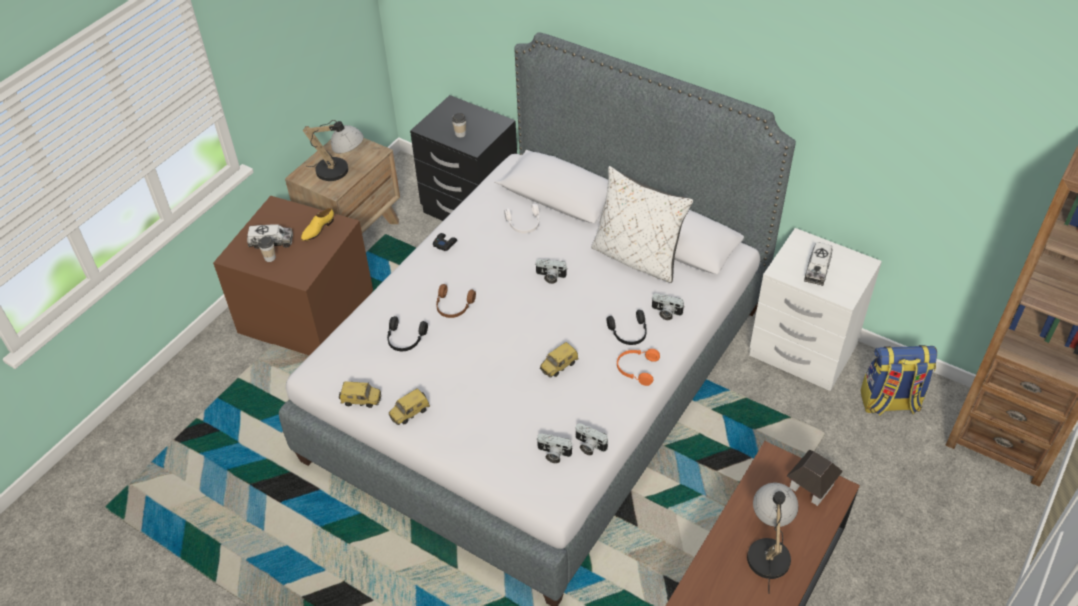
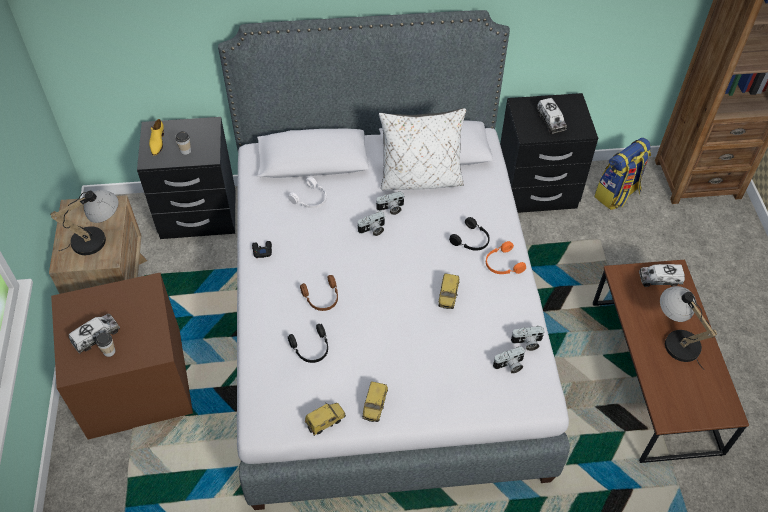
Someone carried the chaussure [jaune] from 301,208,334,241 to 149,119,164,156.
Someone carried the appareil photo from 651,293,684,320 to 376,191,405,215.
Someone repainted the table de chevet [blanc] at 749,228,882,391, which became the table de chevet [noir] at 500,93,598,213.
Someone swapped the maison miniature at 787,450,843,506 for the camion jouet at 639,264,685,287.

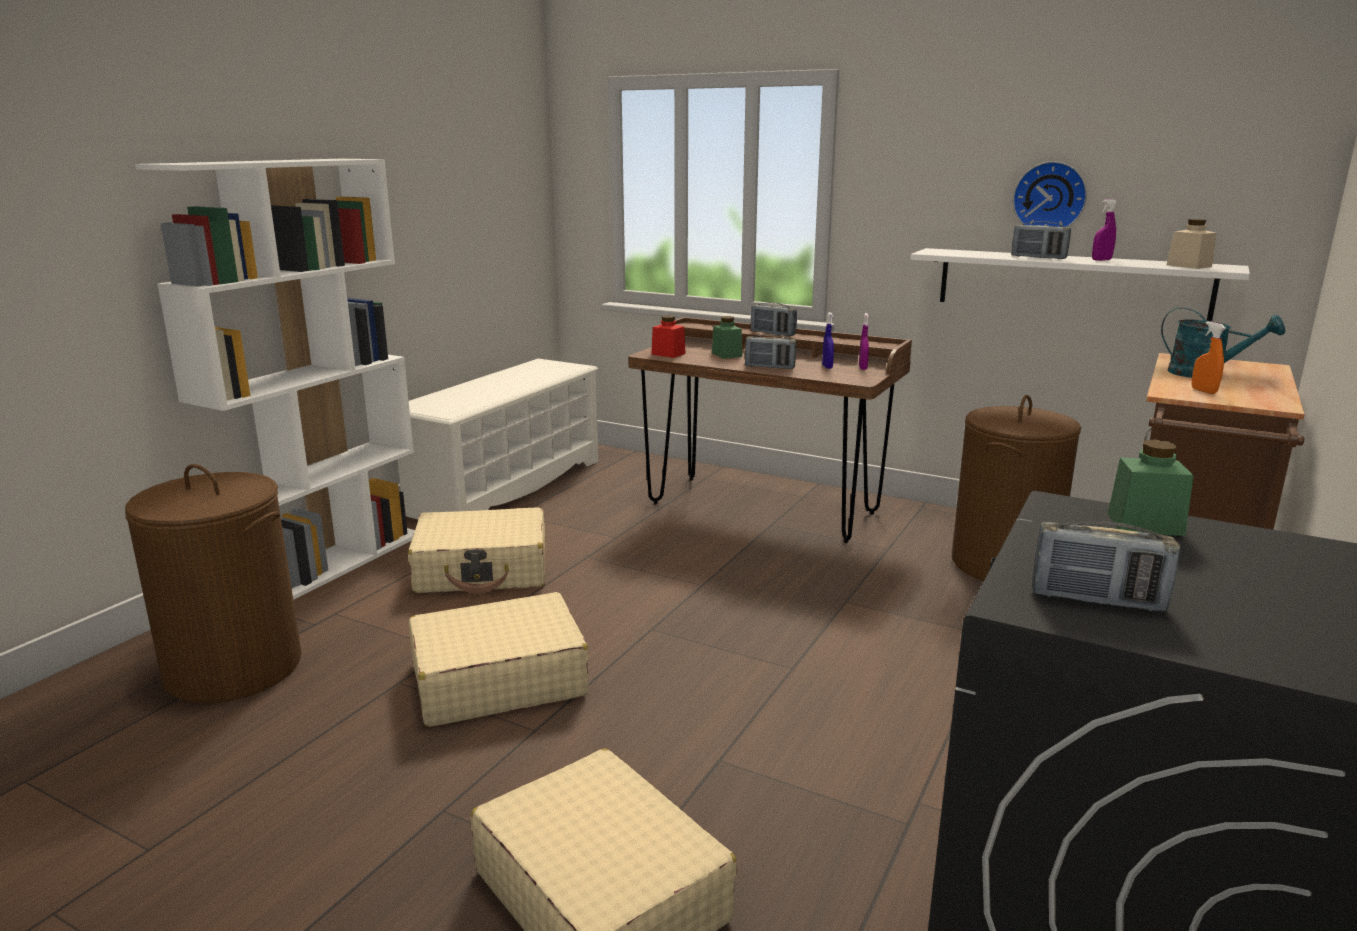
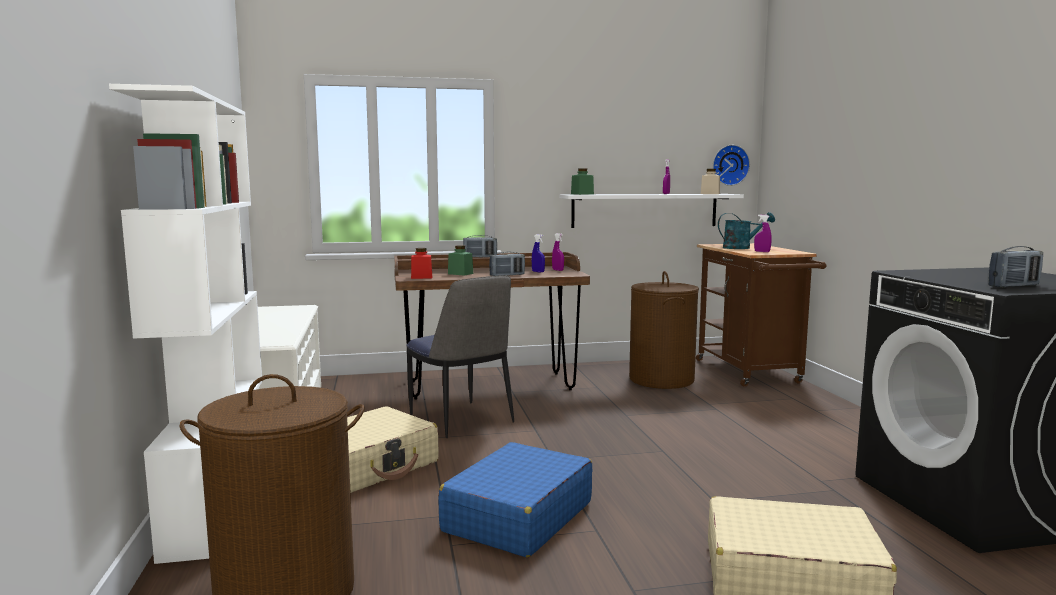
Someone repainted the valise [beige] at 409,592,589,727, which became the valise [bleu] at 438,442,592,557.
Someone took away the radio at 1011,221,1071,259.
Someone carried the horloge murale from 1012,161,1087,227 to 713,145,750,186.
Someone carried the bocal [vert] from 1108,440,1194,536 to 571,168,594,195.
Someone repainted the vaporisateur [orange] at 1192,321,1226,394, which became the vaporisateur [violet] at 754,215,772,252.
Someone put down the chaise at 406,275,514,438.

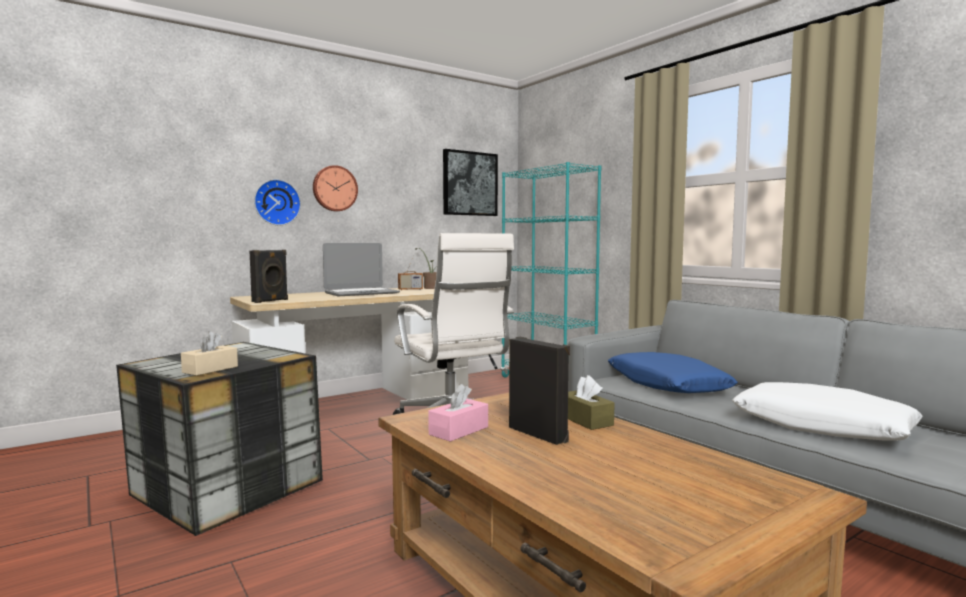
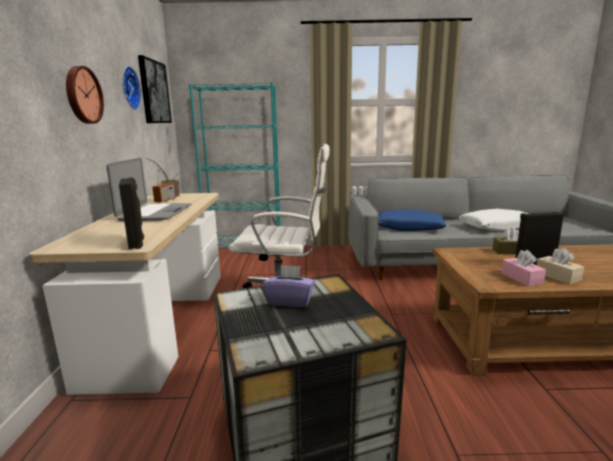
Someone carried the boîte à mouchoirs [beige] from 181,331,238,376 to 537,248,584,285.
Someone carried the horloge murale from 254,179,301,226 to 122,66,142,110.
Someone put down the boîte à mouchoirs [violet] at 263,265,315,307.

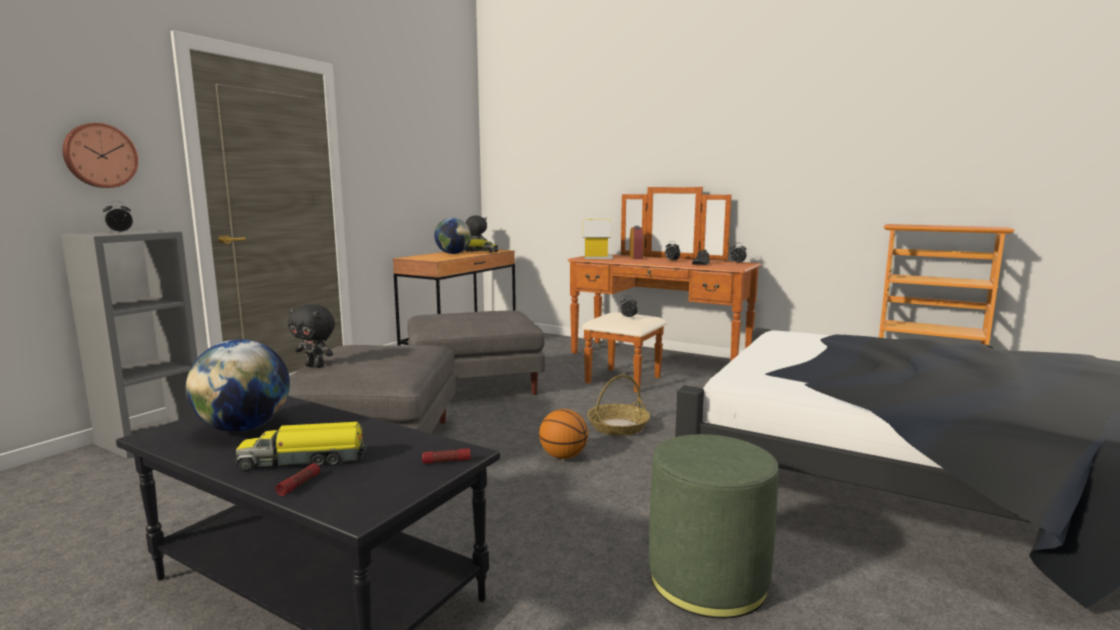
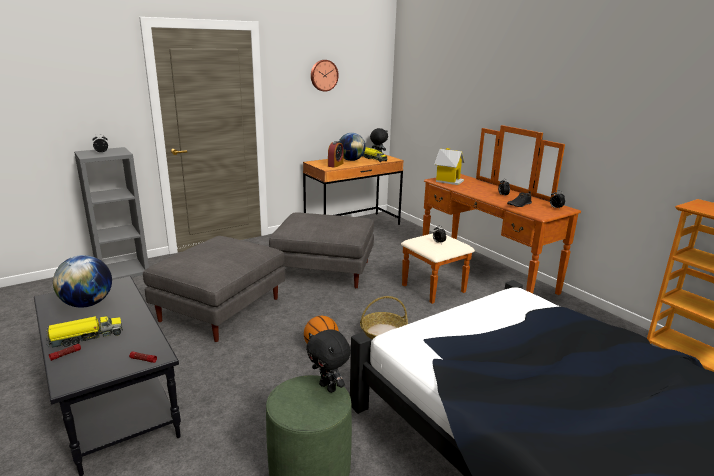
Someone carried the horloge murale from 62,123,138,188 to 311,60,339,92.
Someone rotated the camion jouet at 236,422,369,471 by 135 degrees clockwise.
Someone carried the peluche [noir] from 288,304,335,368 to 306,329,351,393.
Someone carried the réveil from 629,226,644,259 to 328,141,344,168.

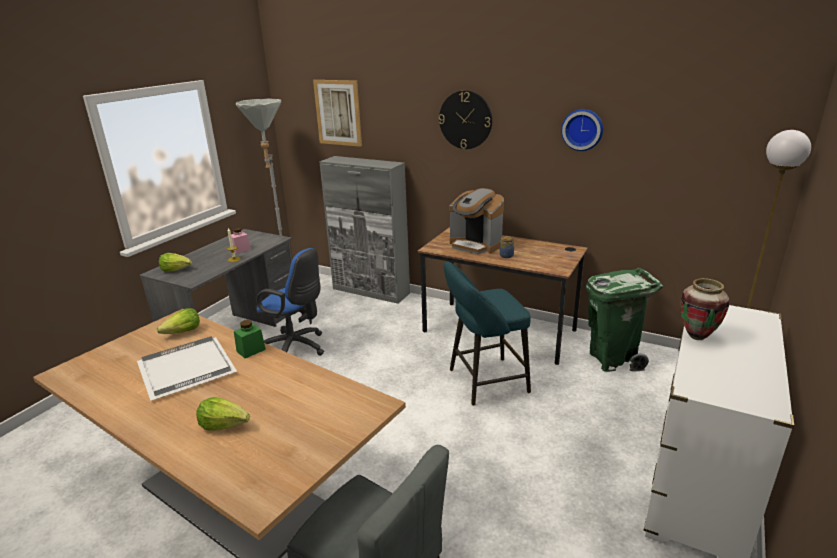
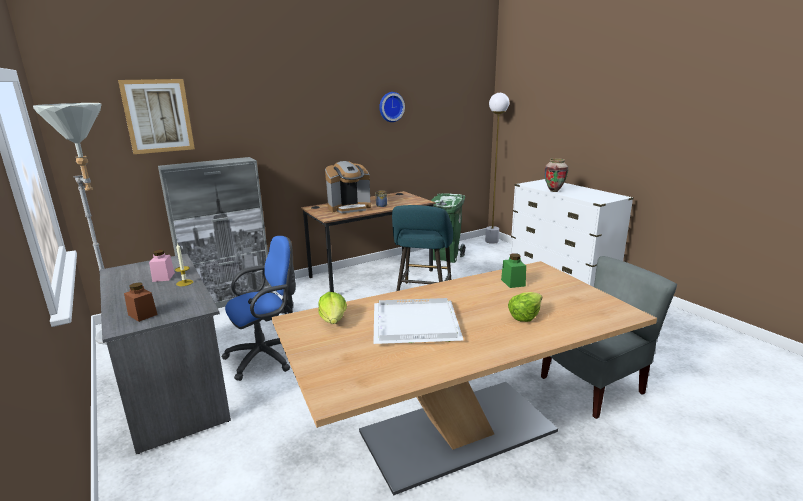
Someone swapped the laitue at 159,253,192,272 for the bocal [marron] at 124,282,158,322.
Someone carried the bocal [vert] from 234,320,266,358 to 501,253,526,288.
Someone took away the horloge murale at 439,90,492,149.

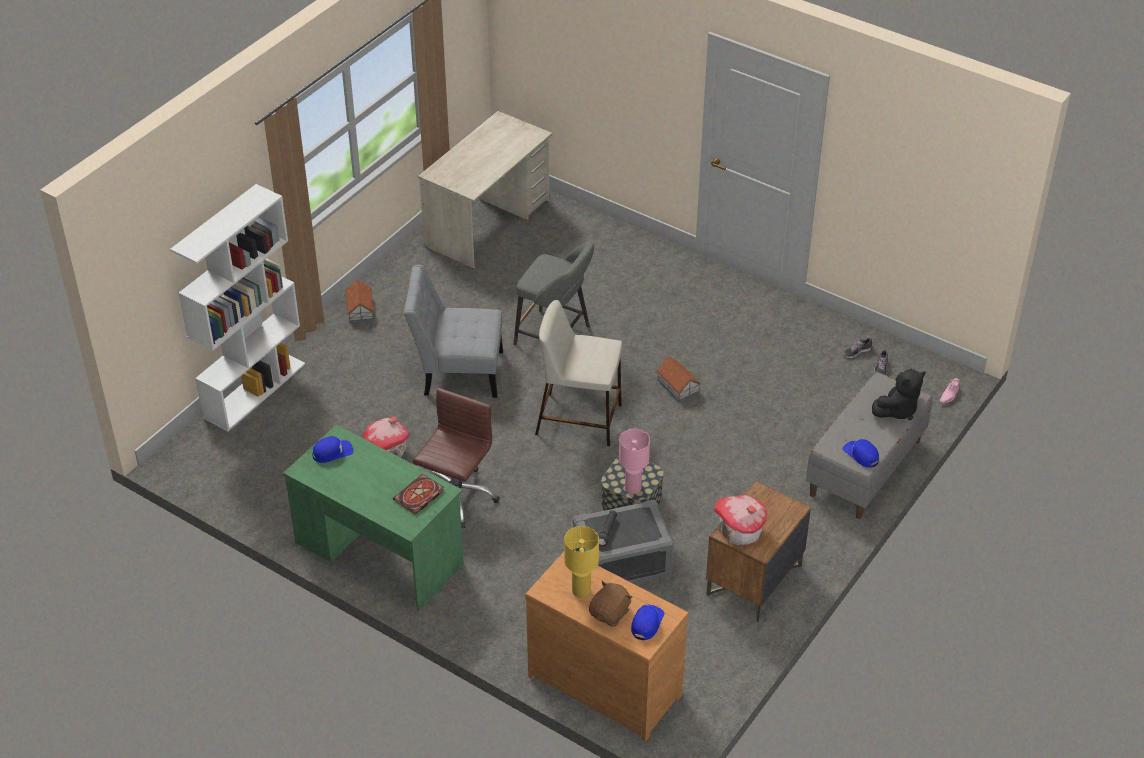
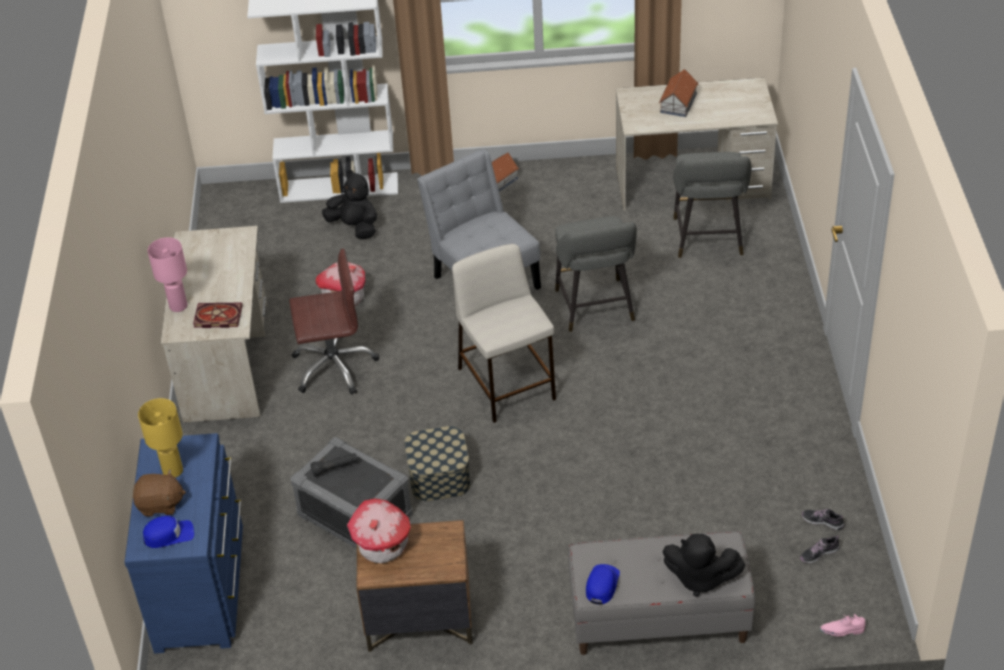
Someone repainted the bureau [vert] at 283,425,464,611, which became the bureau [beige] at 160,226,267,423.
Someone took away the casquette [bleu] at 312,436,354,463.
Someone repainted the commode [marron] at 525,552,689,742, which became the commode [bleu] at 124,433,243,654.
Someone carried the lampe de table [rose] from 619,429,650,494 to 148,237,187,312.
Someone carried the maison miniature from 656,357,701,402 to 659,69,698,117.
Someone put down the peluche [noir] at 322,170,377,239.
Someone put down the tabouret [gris] at 673,152,752,258.

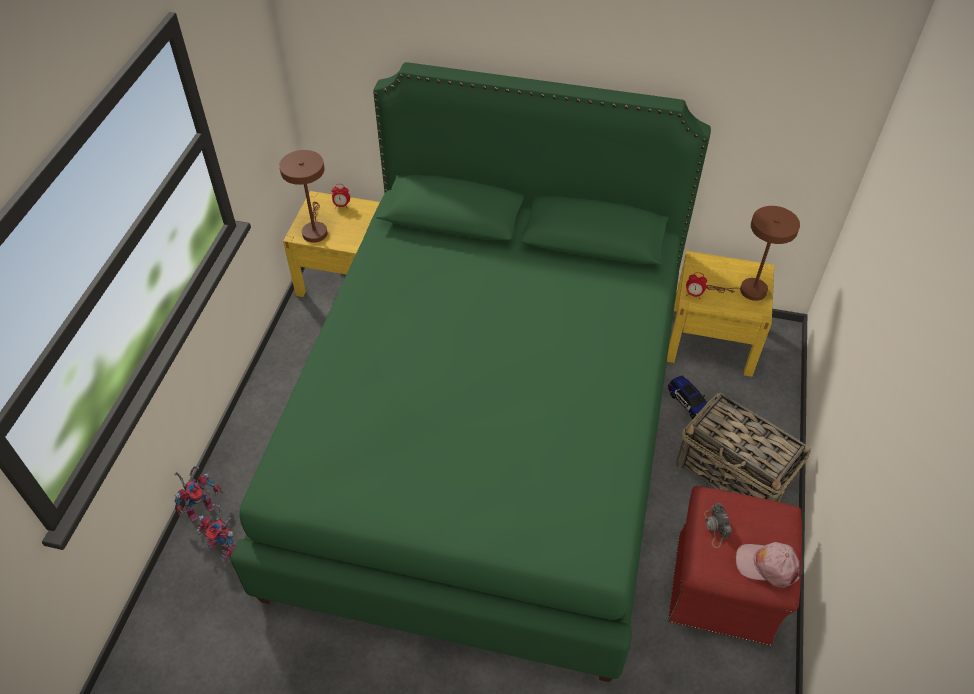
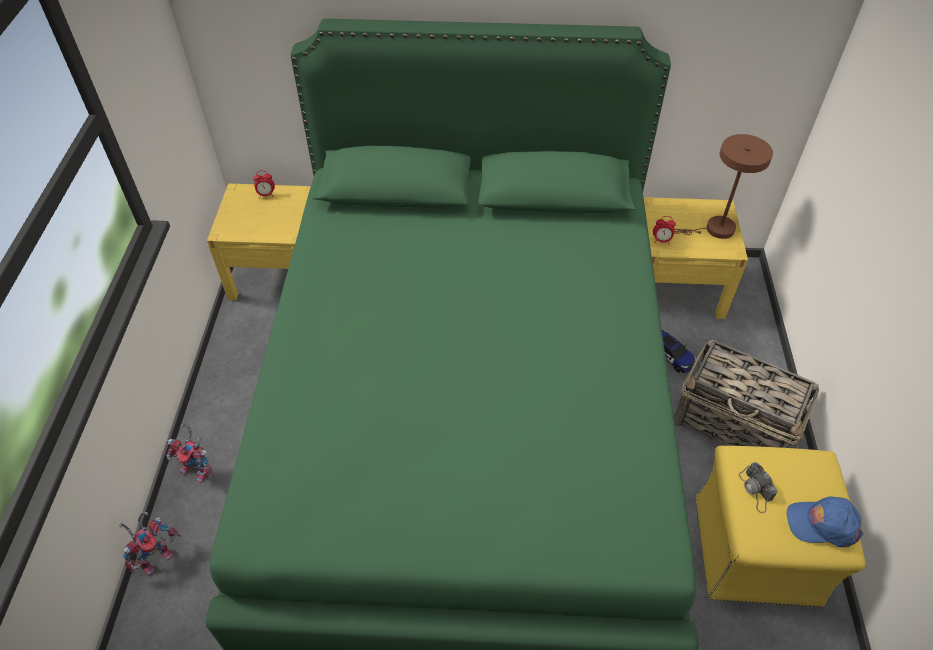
Someone carried the robot jouet from 197,504,236,559 to 166,424,213,483.
Someone took away the lampe de table [marron] at 279,150,328,243.
Someone repainted the pouf [rouge] at 668,486,802,646, which became the pouf [jaune] at 695,446,866,607.
Someone repainted the casquette [rose] at 736,542,800,588, which became the casquette [bleu] at 787,496,863,548.

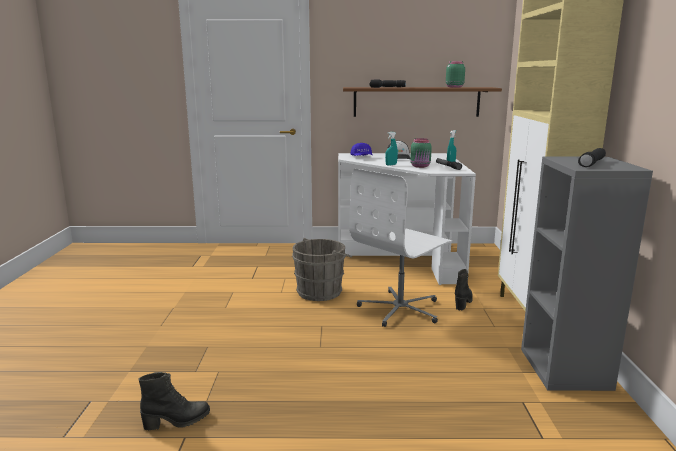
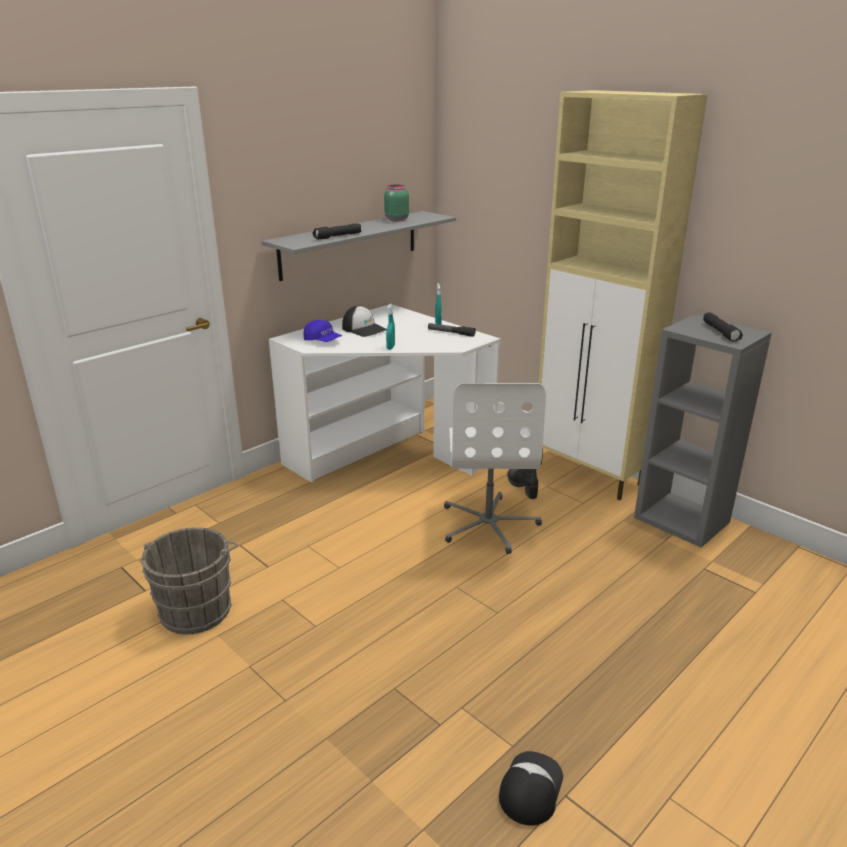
Someone swapped the botte [noir] at 138,372,210,430 for the casquette at 499,751,563,826.
Someone carried the seau [gris] from 292,238,352,301 to 142,527,238,635.
Someone repainted the étagère [marron] at 343,87,502,117, which became the étagère [gris] at 262,211,456,281.
Someone took away the bocal [vert] at 410,138,432,168.

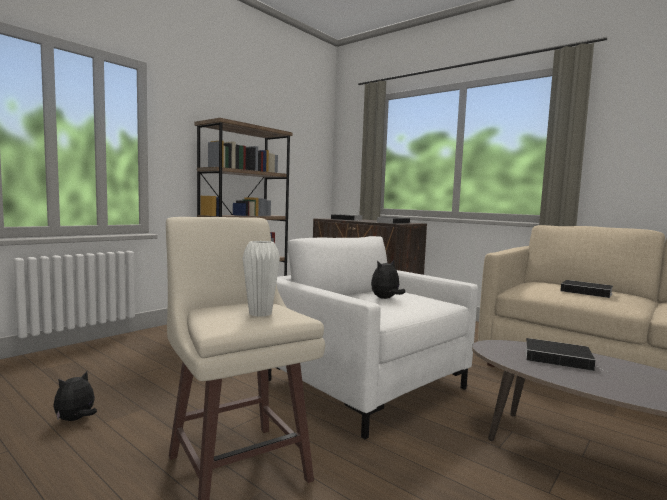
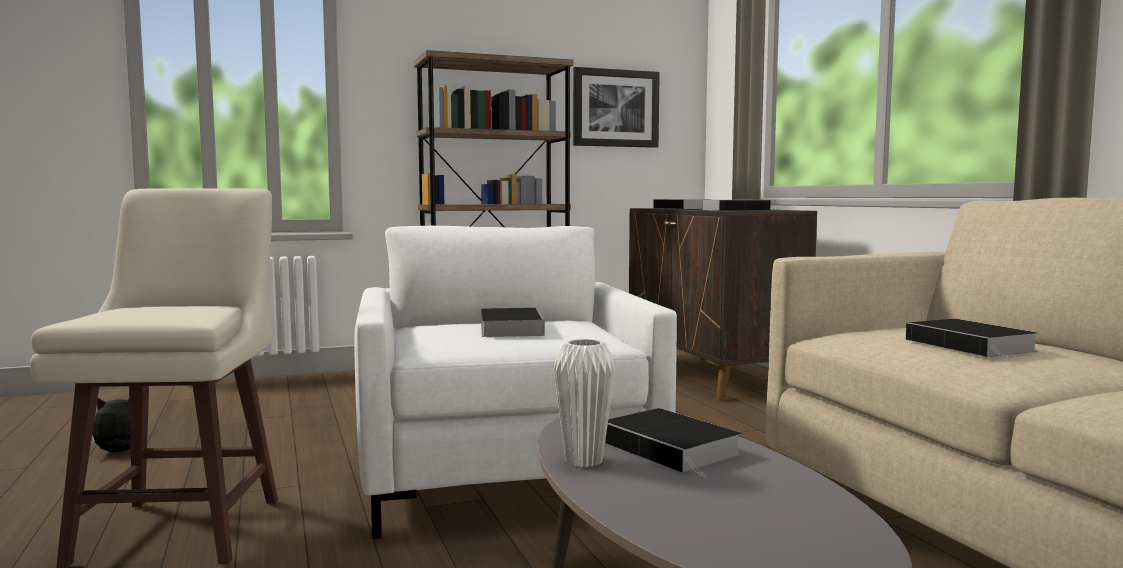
Someone carried the vase [blanc] from 243,241,280,317 to 554,339,615,467.
Someone swapped the peluche at 371,260,405,299 for the livre at 481,308,544,337.
Someone put up the tableau at 573,67,660,148.

